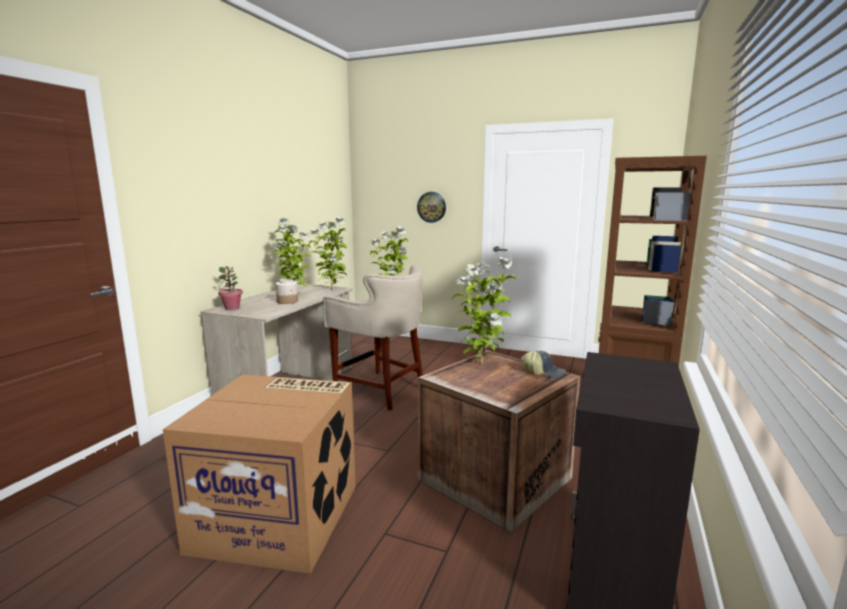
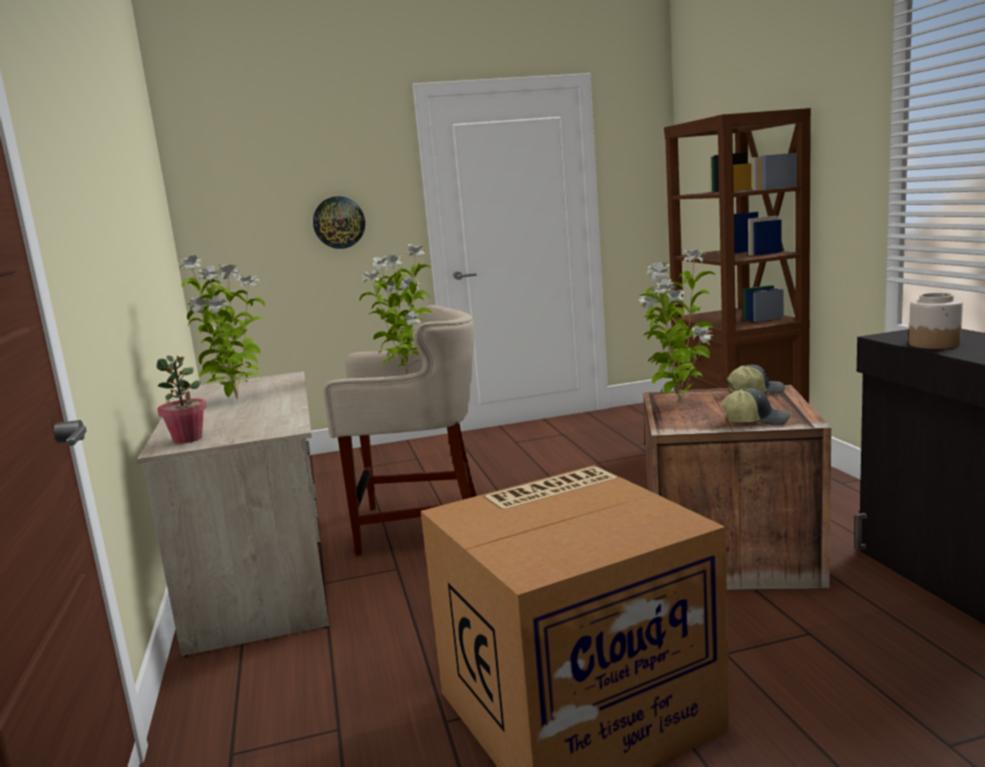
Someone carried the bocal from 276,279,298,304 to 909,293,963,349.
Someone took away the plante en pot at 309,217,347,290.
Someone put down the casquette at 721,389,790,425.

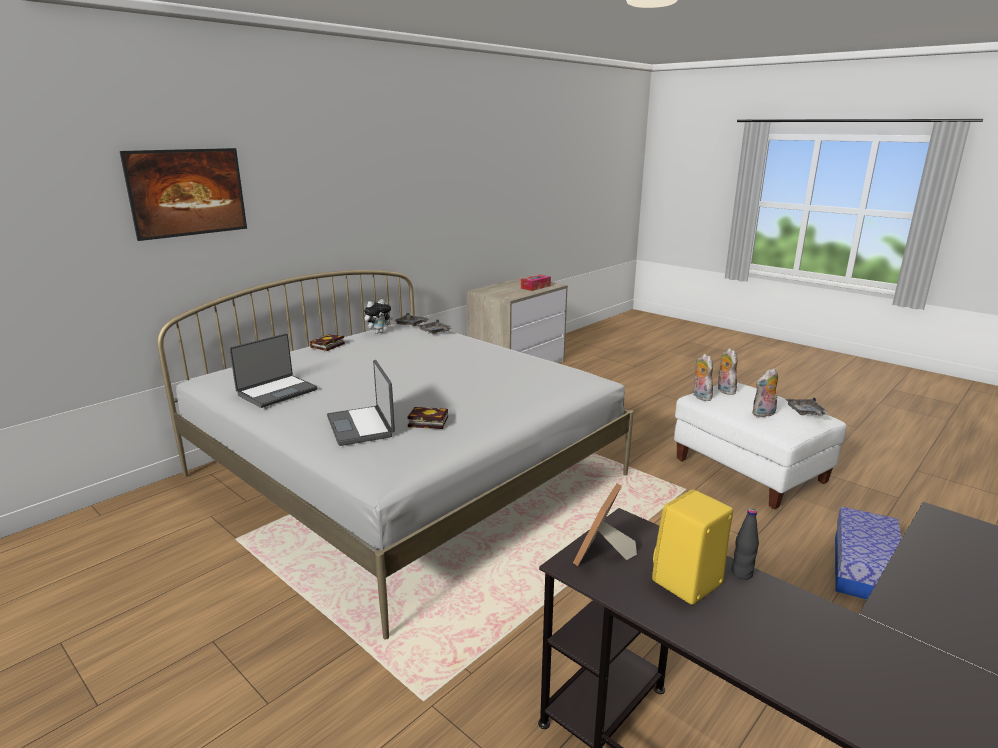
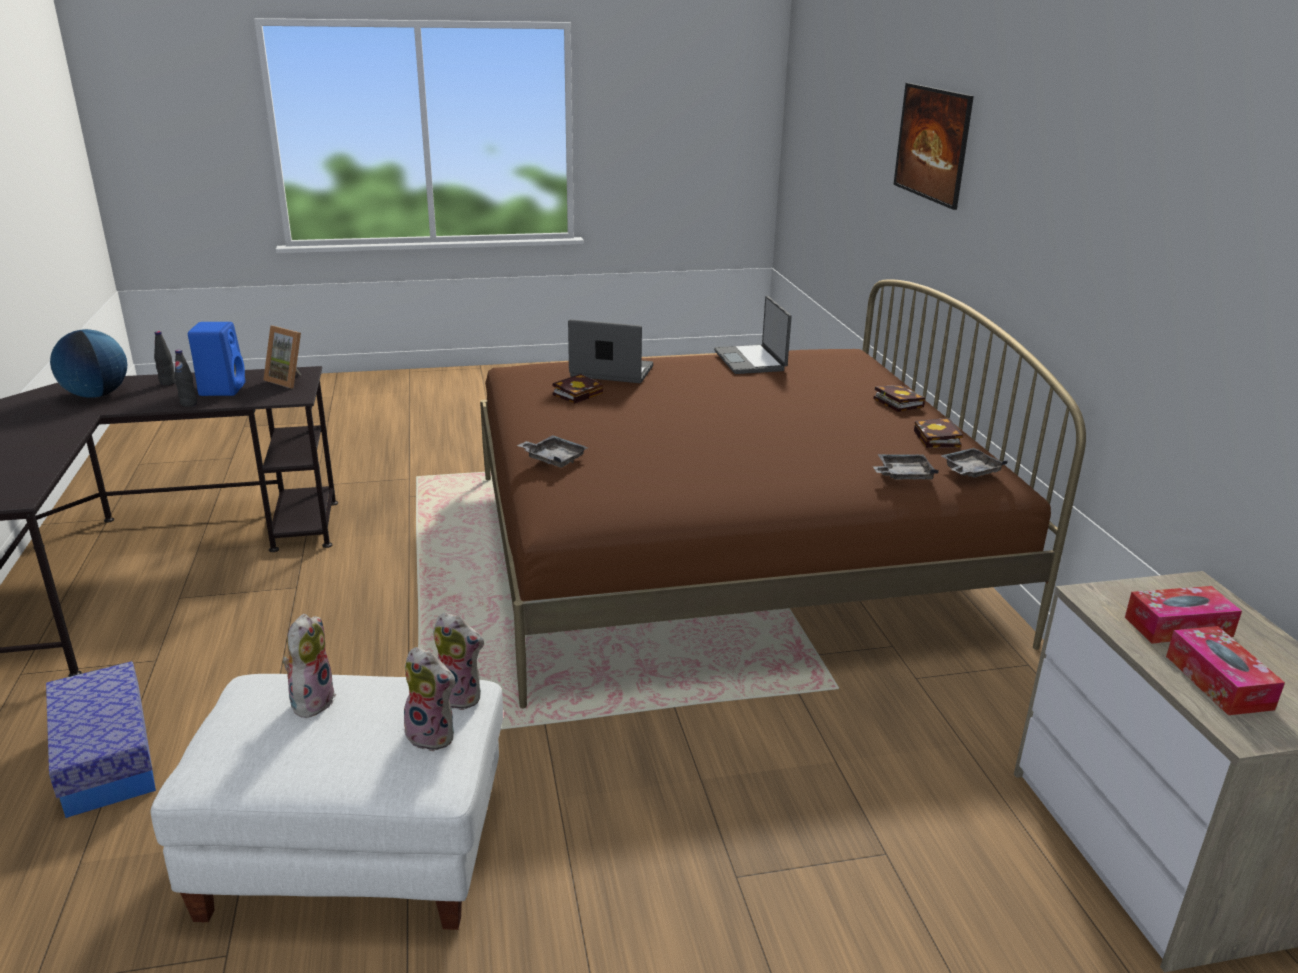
Someone repainted the lit [blanc] at 157,270,633,640, which became the lit [marron] at 480,279,1086,708.
Someone swapped the peluche at 364,299,393,334 for the livre at 914,418,963,448.
Someone rotated the cadre photo at 573,483,637,566 by 150 degrees clockwise.
Someone repainted the enceinte [jaune] at 652,489,733,605, which became the enceinte [bleu] at 188,322,245,396.
Someone carried the plateau [gris] from 786,397,829,416 to 517,435,589,468.
Someone put down the globe at 50,329,127,398.
Someone put down the bouteille [noir] at 154,331,176,386.
Someone put down the boîte à mouchoirs at 1125,586,1242,644.

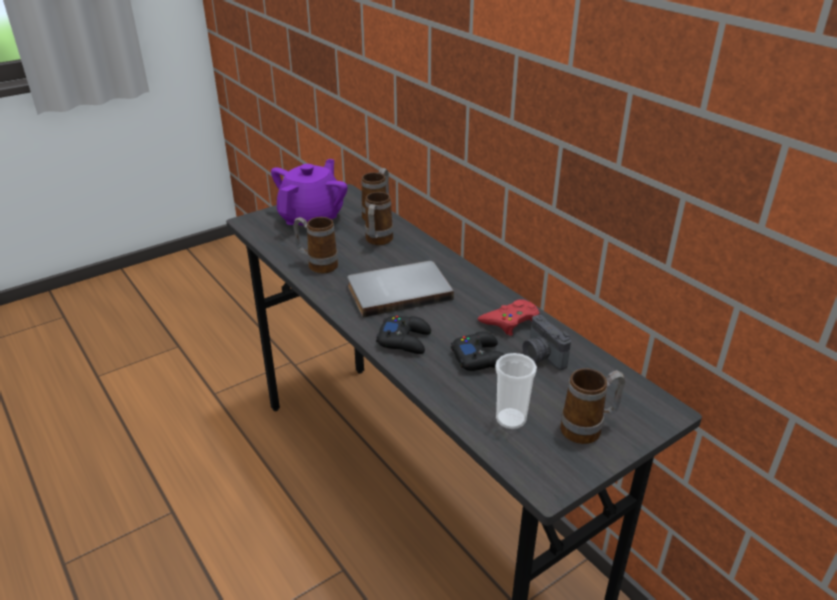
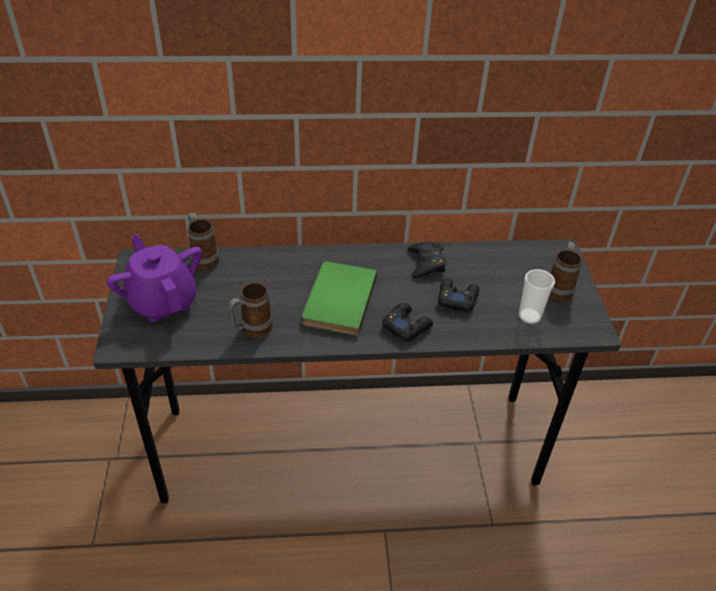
Someone repainted the livre [gris] at 347,261,454,318, which became the livre [vert] at 302,261,377,336.
Someone took away the mug at 365,192,393,245.
Someone repainted the manette [rouge] at 478,299,540,336, which became the manette [noir] at 407,242,447,278.
Someone took away the appareil photo at 523,315,571,370.

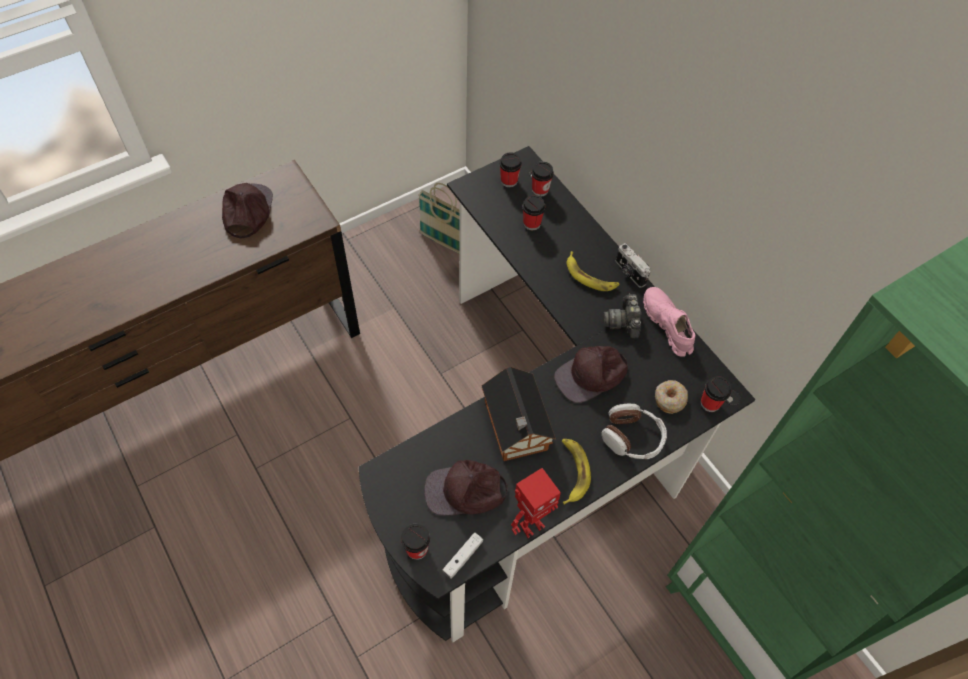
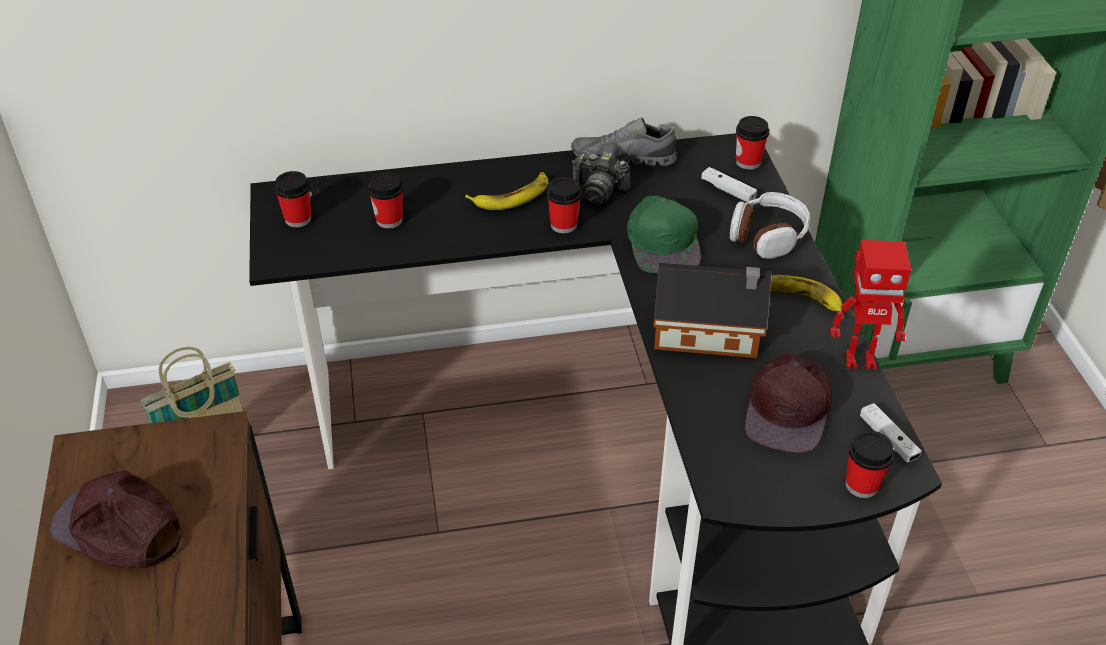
Someone rotated the robot jouet at 511,468,561,538 by 105 degrees clockwise.
Someone carried the tasse from 531,161,554,197 to 547,177,582,233.
Someone repainted the casquette [marron] at 554,346,628,403, which became the casquette [vert] at 627,196,701,273.
Someone took away the appareil photo at 616,243,650,288.
Someone repainted the chaussure [rose] at 643,287,695,357, which became the chaussure [gris] at 571,117,677,166.
Someone swapped the beignet at 655,380,688,414 for the manette [blanc] at 701,167,757,202.

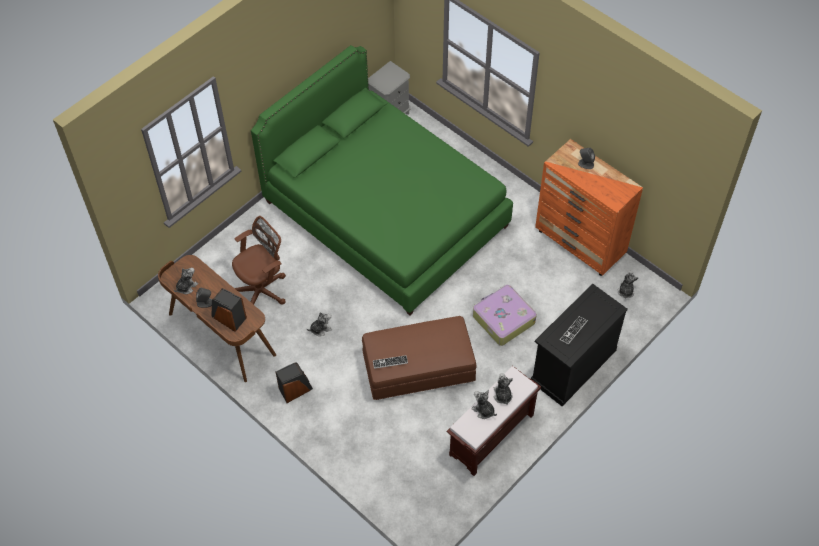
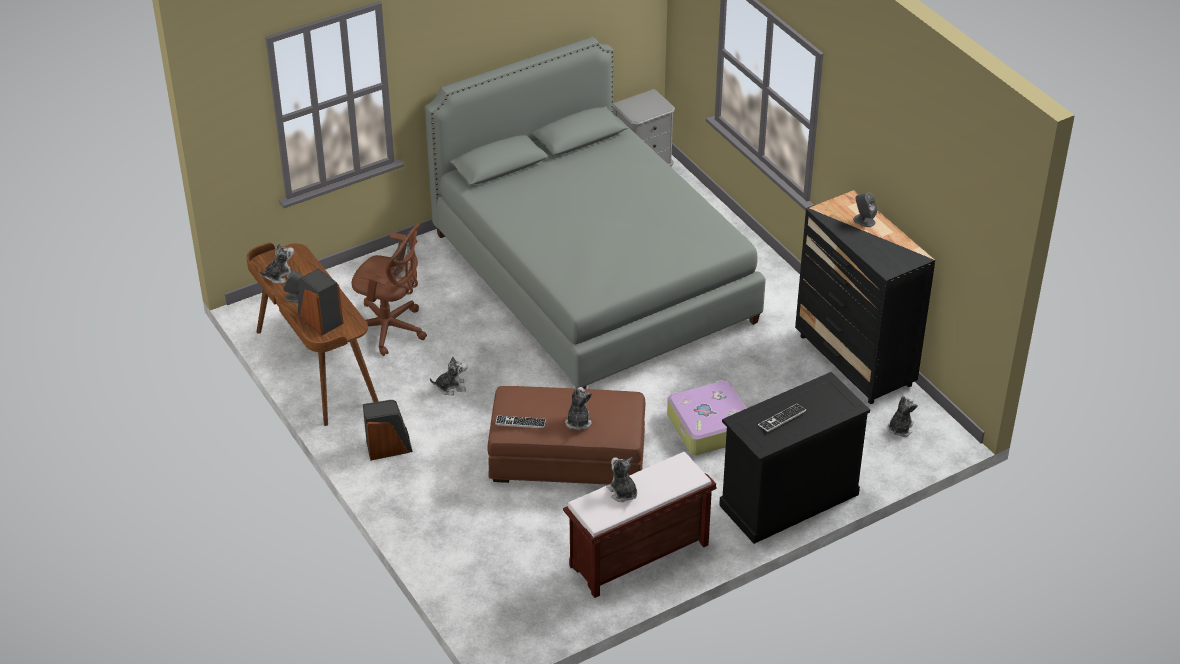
Someone rotated the chaise de bureau [marron] at 232,216,286,305 by 45 degrees clockwise.
Someone repainted the lit [vert] at 251,45,513,316, which became the lit [gris] at 425,37,766,389.
Someone carried the peluche from 494,373,513,405 to 565,387,592,430.
Someone repainted the commode [orange] at 535,139,643,276, which became the commode [noir] at 795,190,935,404.

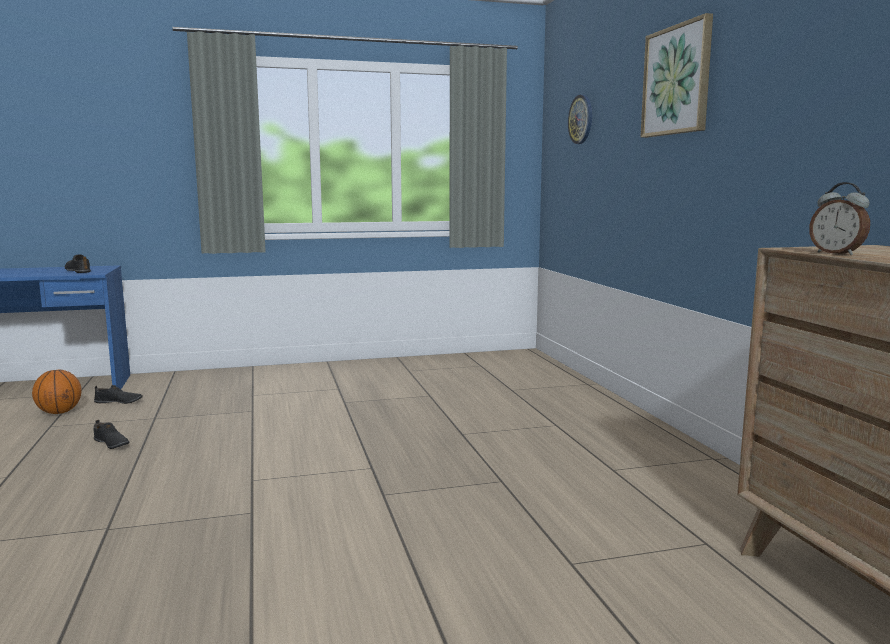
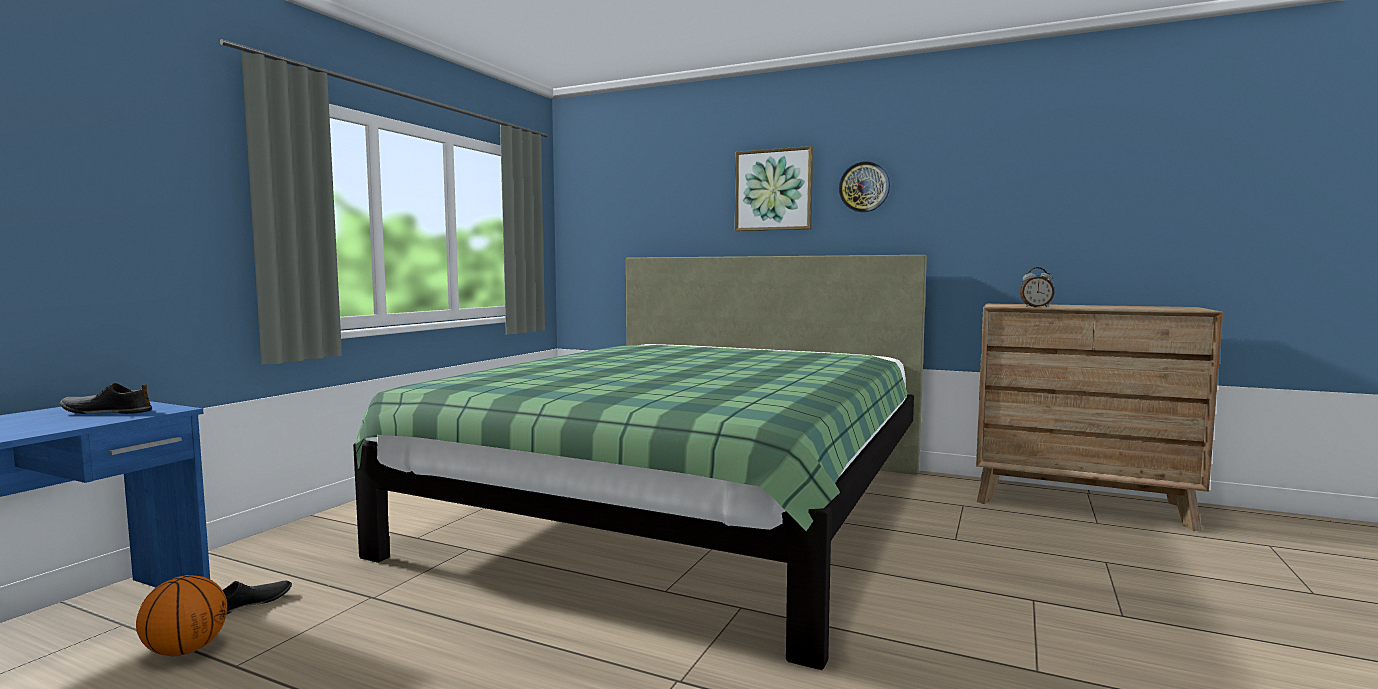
Someone took away the chaussure [noir] at 94,420,129,449.
Someone carried the horloge murale from 568,95,592,144 to 839,161,890,212.
Someone put down the lit [vert] at 353,255,927,670.

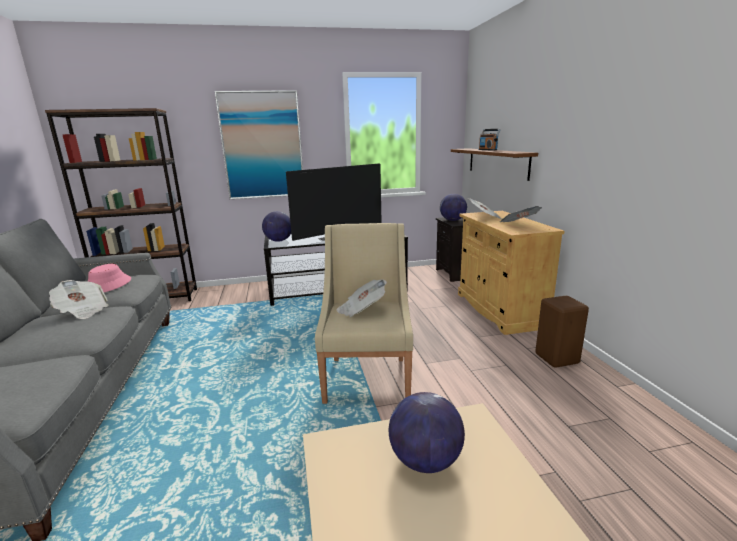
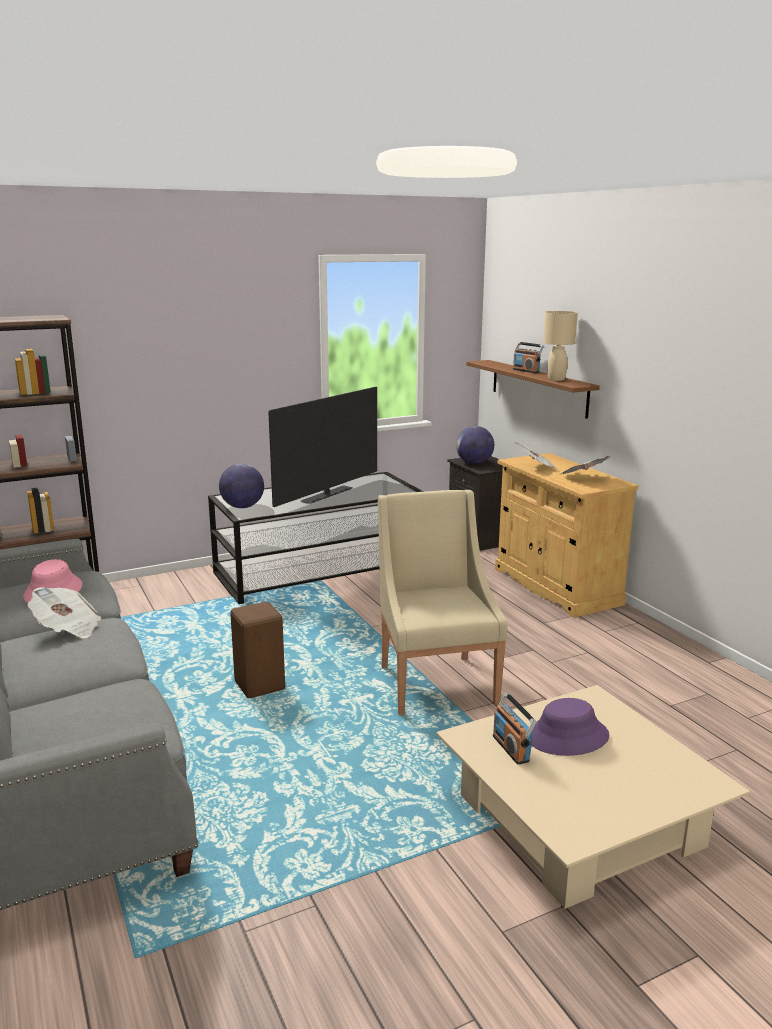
Someone took away the tableau at 215,90,303,199.
Someone took away the journal at 336,279,387,317.
Someone swapped the globe at 389,392,465,473 for the chapeau [violet] at 531,698,609,756.
Someone carried the tabouret [marron] from 536,296,589,368 to 230,602,285,698.
Someone put down the radio at 493,693,537,765.
Someone put down the lampe de table [beige] at 543,311,578,381.

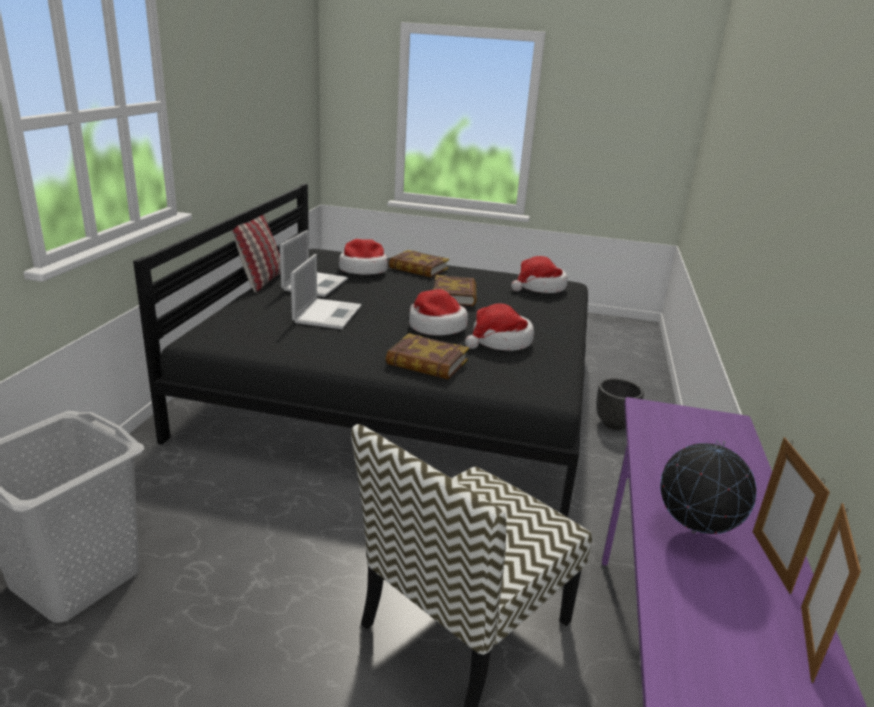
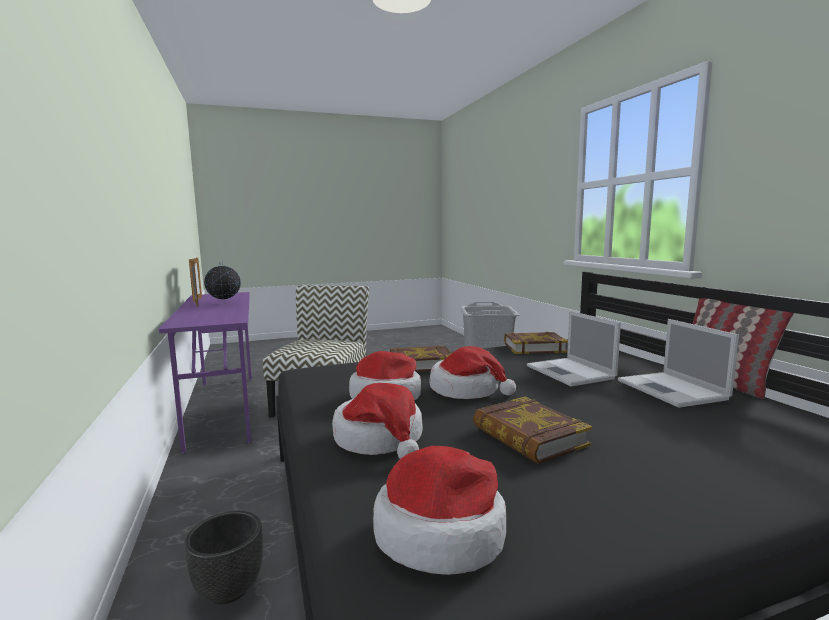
Someone carried the chapeau from 339,239,388,275 to 332,383,423,459.
Someone carried the livre from 389,250,449,277 to 504,332,568,354.

